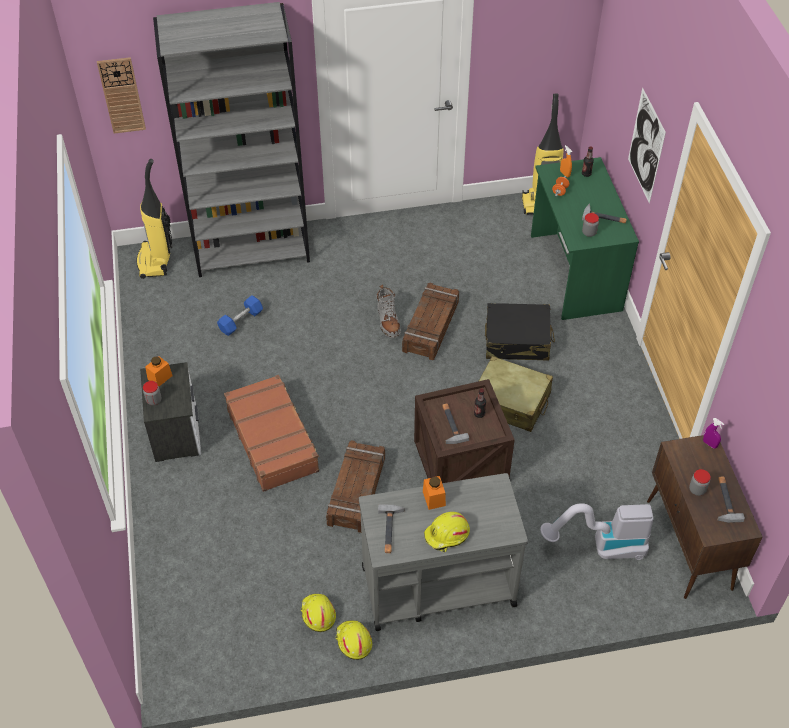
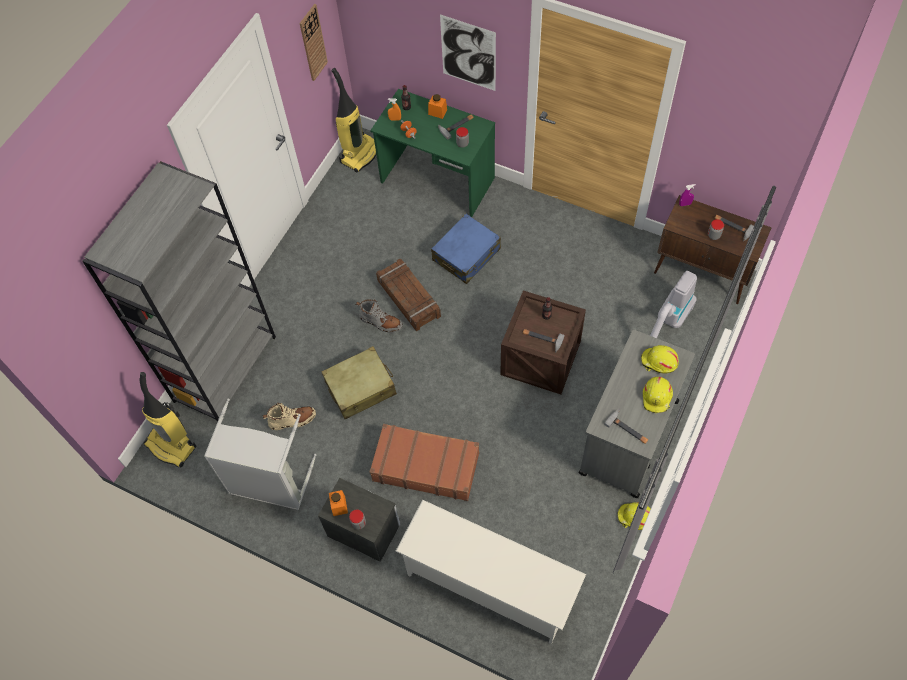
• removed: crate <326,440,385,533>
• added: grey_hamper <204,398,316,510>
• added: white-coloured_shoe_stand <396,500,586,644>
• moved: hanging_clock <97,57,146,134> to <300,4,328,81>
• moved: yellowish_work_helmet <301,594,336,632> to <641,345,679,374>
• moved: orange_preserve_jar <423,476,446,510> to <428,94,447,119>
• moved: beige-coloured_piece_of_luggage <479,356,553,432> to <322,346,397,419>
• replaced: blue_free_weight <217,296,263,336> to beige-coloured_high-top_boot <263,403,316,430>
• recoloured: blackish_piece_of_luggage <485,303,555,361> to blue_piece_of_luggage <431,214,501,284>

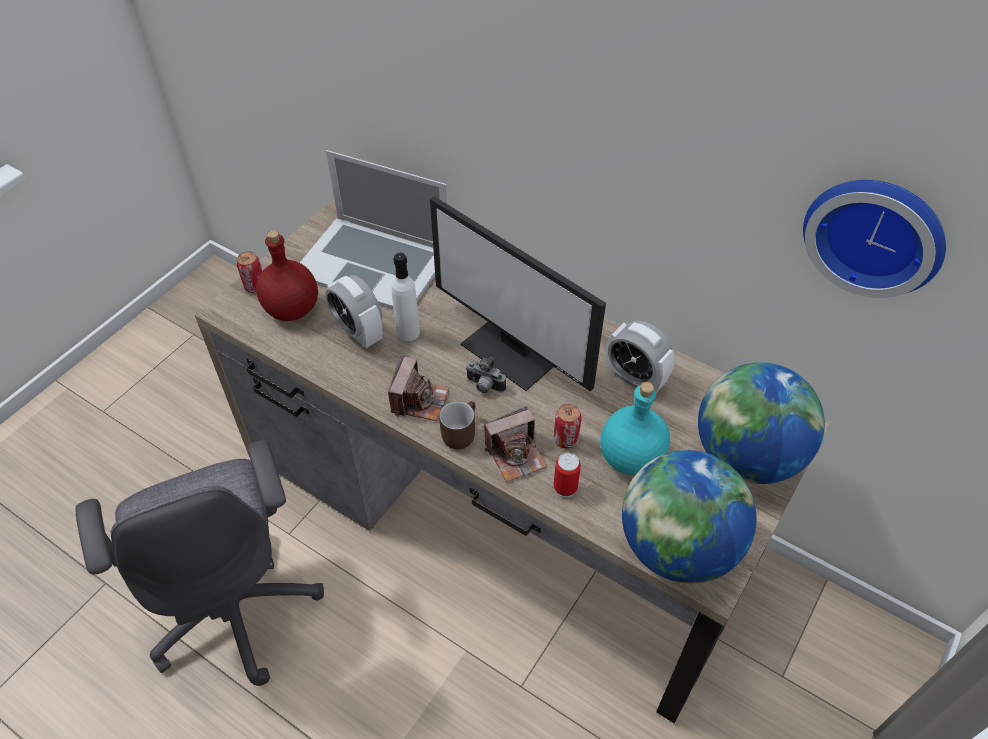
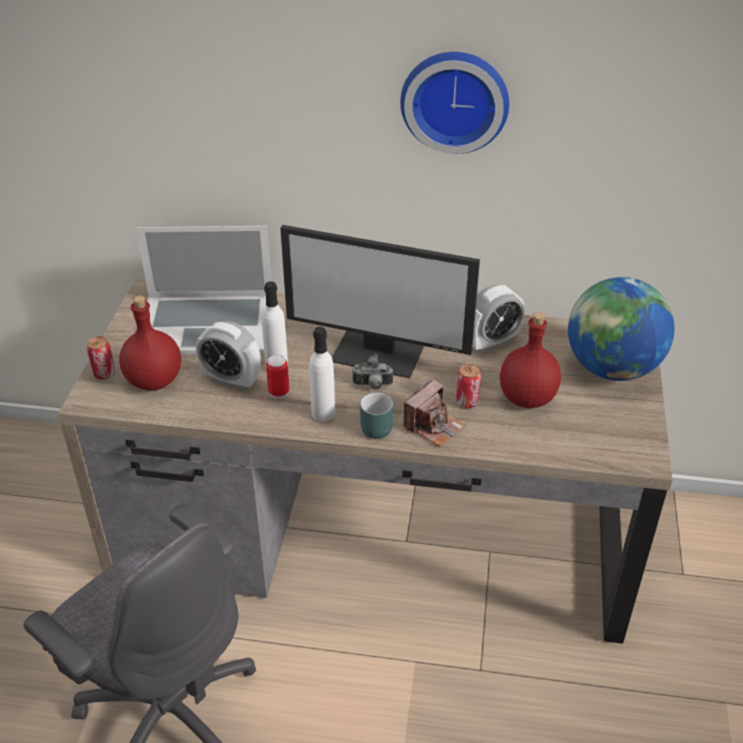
• removed: world_globe <622,450,756,583>
• moved: metal_can <554,453,581,498> to <266,355,289,399>
• moved: hanging_clock <803,180,946,298> to <400,52,509,154>
• replaced: photo_camera <388,356,449,421> to white-coloured_beverage_bottle <309,327,335,422>
• recoloured: brown-coloured_coffee_mug <439,401,476,450> to turquoise-coloured_coffee_mug <360,392,393,439>
• recoloured: turquoise-coloured_beverage_bottle <600,382,670,476> to red_beverage_bottle <500,312,561,408>
• turned: alarm_clock <606,321,675,393> = <473,285,525,353> 45 degrees counterclockwise

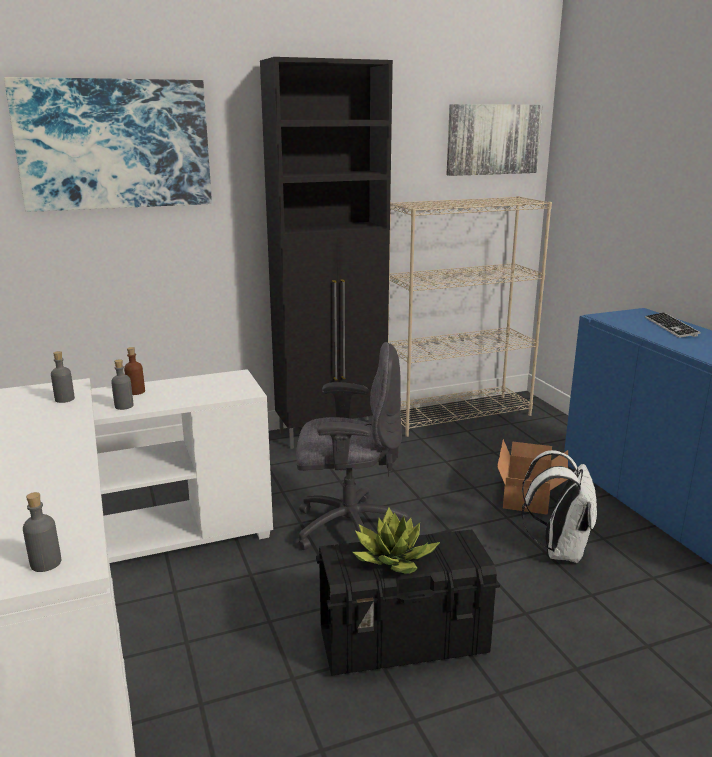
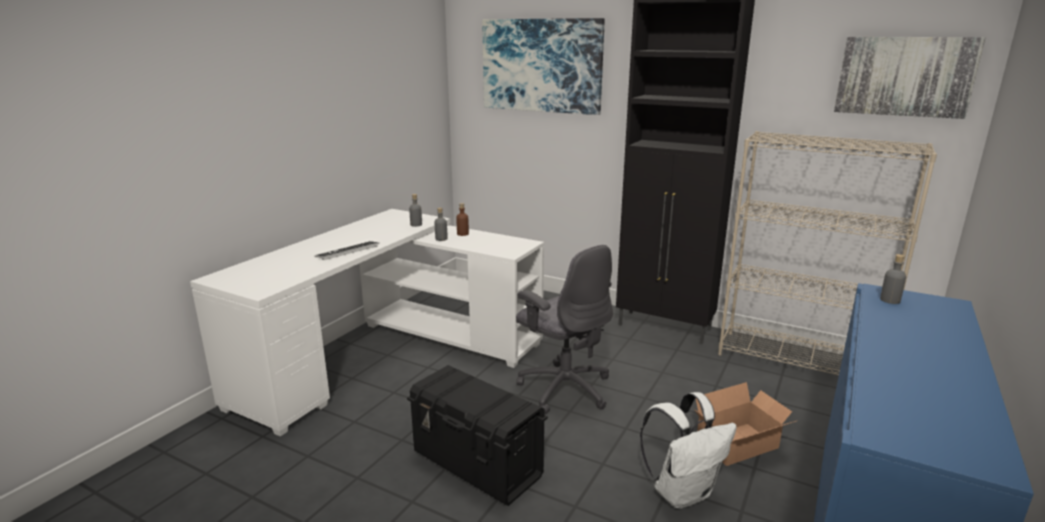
• removed: potted_plant <352,508,440,574>
• moved: grey_beverage_bottle <23,492,61,572> to <880,254,906,304>
• moved: keyboard <645,312,700,338> to <315,241,379,260>

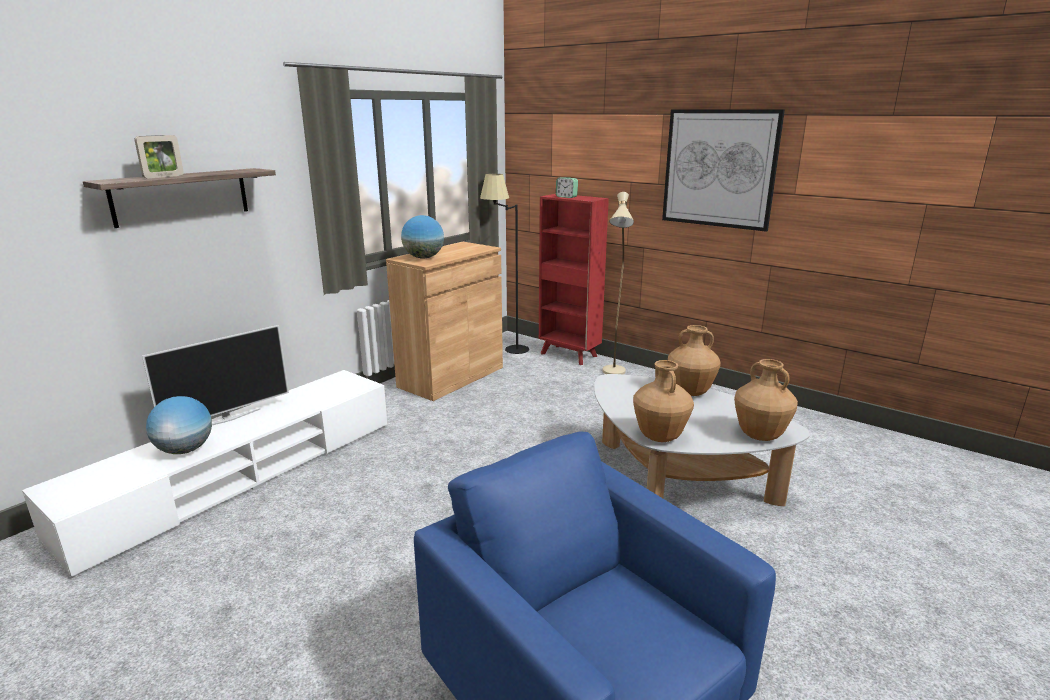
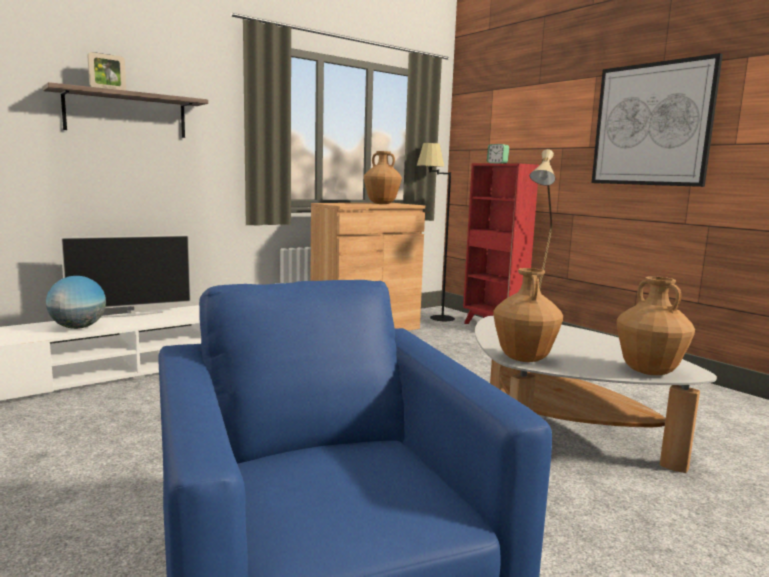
• removed: world_globe <401,215,444,259>
• moved: brown-coloured_decorative_vase <668,325,721,396> to <364,151,402,204>

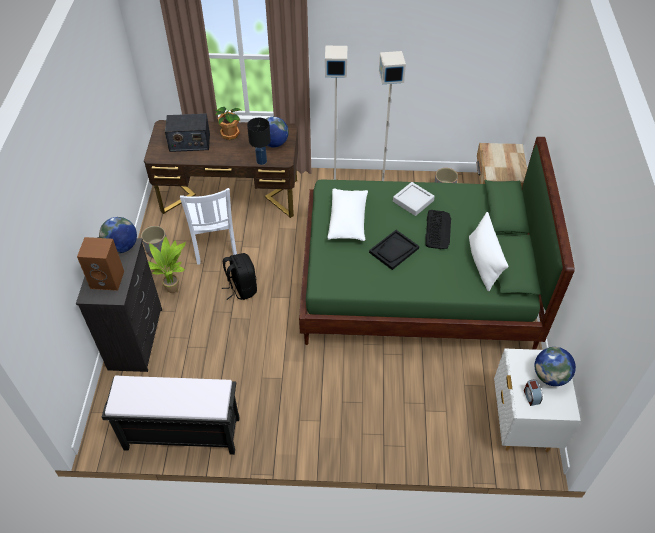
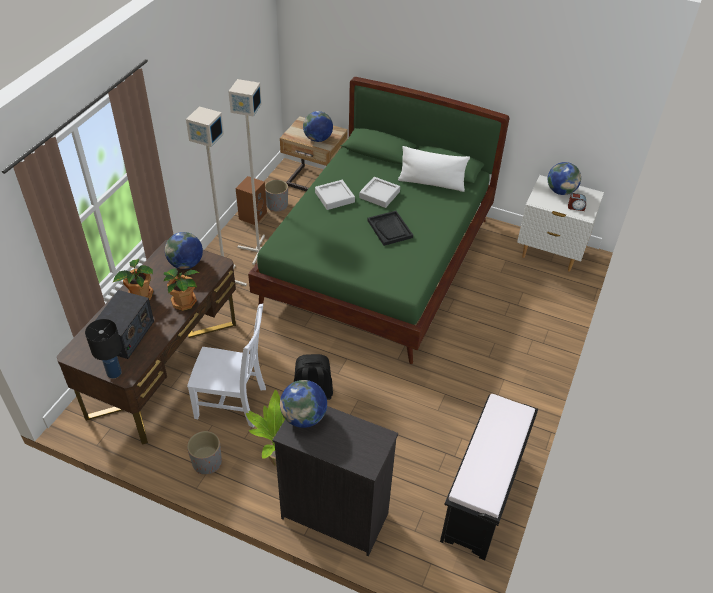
• removed: white-coloured_cushion <328,189,368,241>
• added: potted_plant <164,268,199,311>
• added: world_globe <303,111,333,142>
• moved: brown-coloured_speaker <77,237,124,291> to <236,176,267,225>
• moved: blackish_tabletop_lamp <247,118,271,165> to <85,319,122,379>
• replaced: keyboard <425,210,451,249> to grey_tray <359,177,400,208>

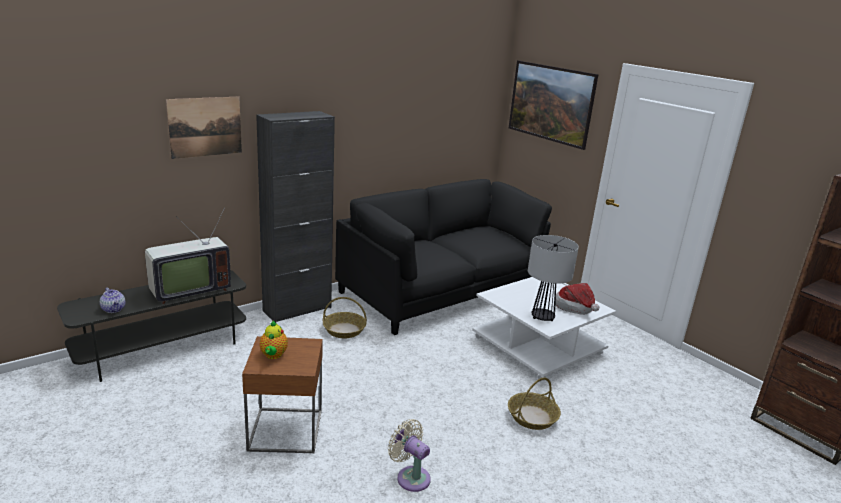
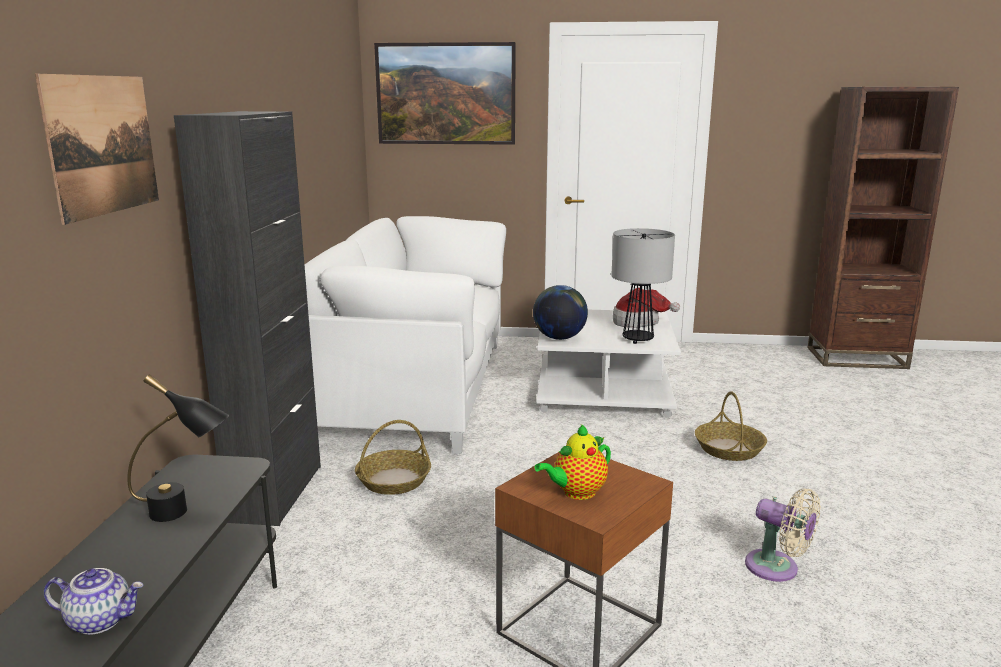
• added: world_globe <533,285,588,340>
• replaced: TV <145,207,231,304> to blackish_tabletop_lamp <127,374,229,522>
• recoloured: blackish_sofa <335,179,552,335> to white-coloured_sofa <305,216,506,454>
• turned: tea_pot <260,321,288,359> = <534,424,611,500> 105 degrees clockwise
• turned: beige-coloured_fan <388,419,431,492> = <745,488,821,582> 135 degrees counterclockwise

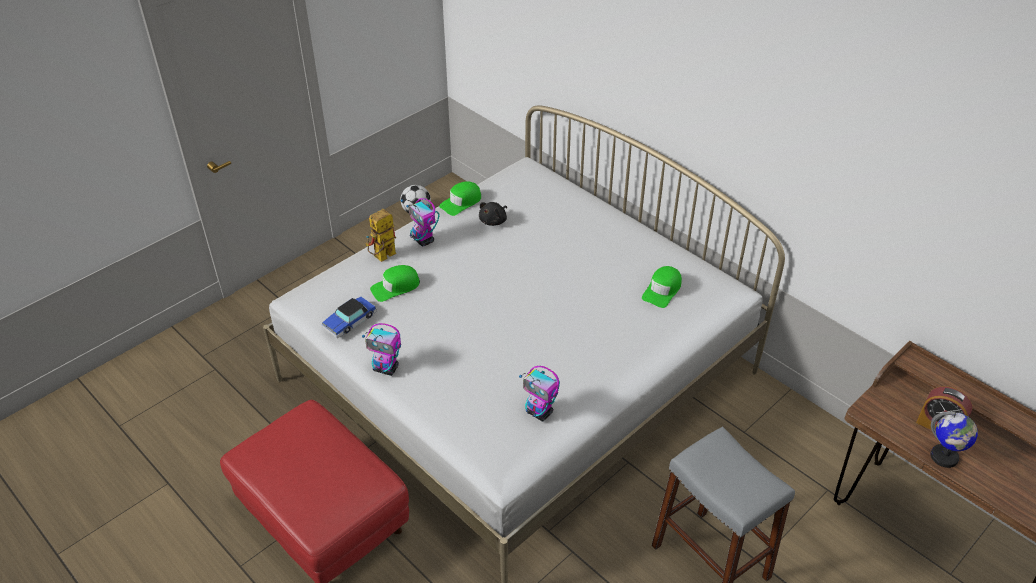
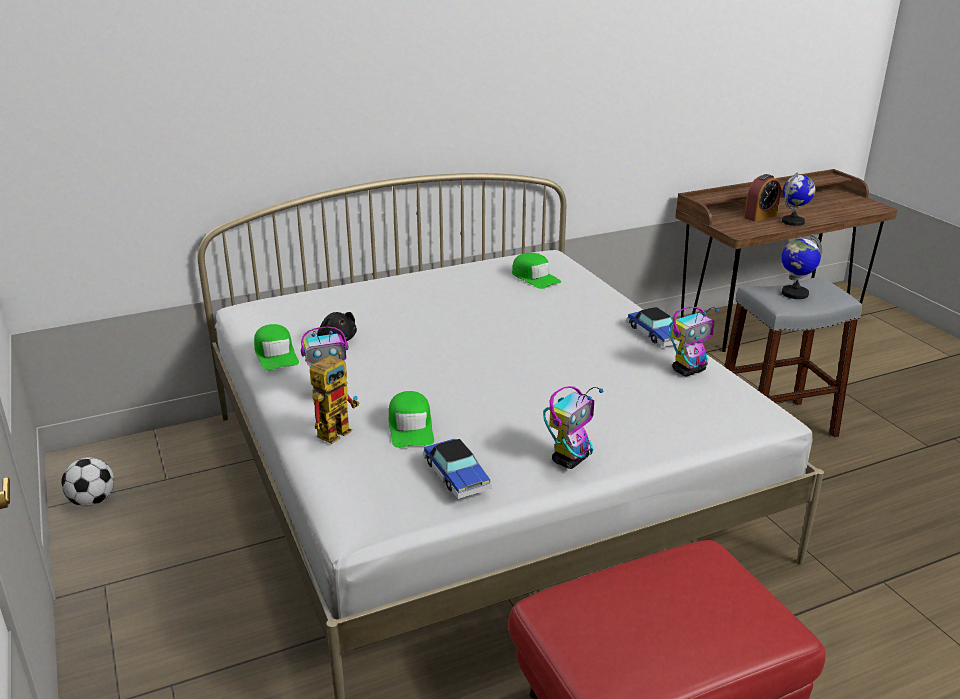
• added: miniature_car <627,307,680,347>
• added: world_globe <782,234,822,299>
• turned: robot_figure <365,209,396,262> = <310,351,360,444> 120 degrees counterclockwise

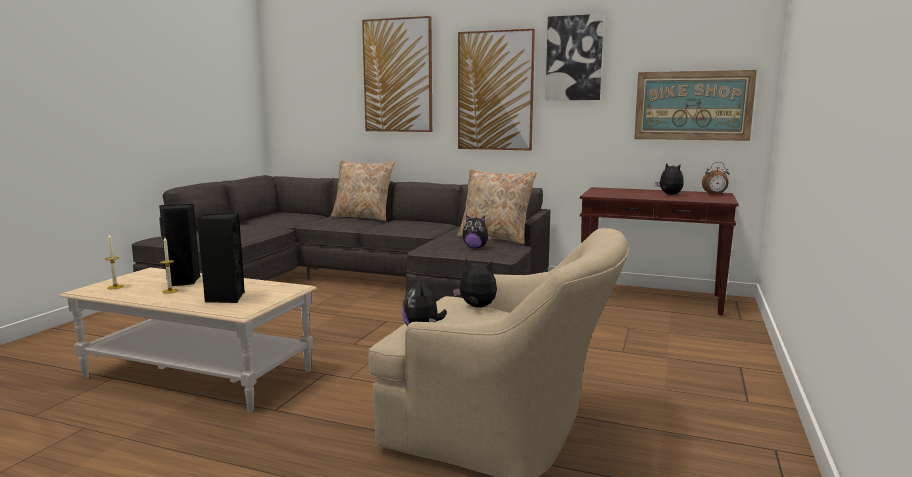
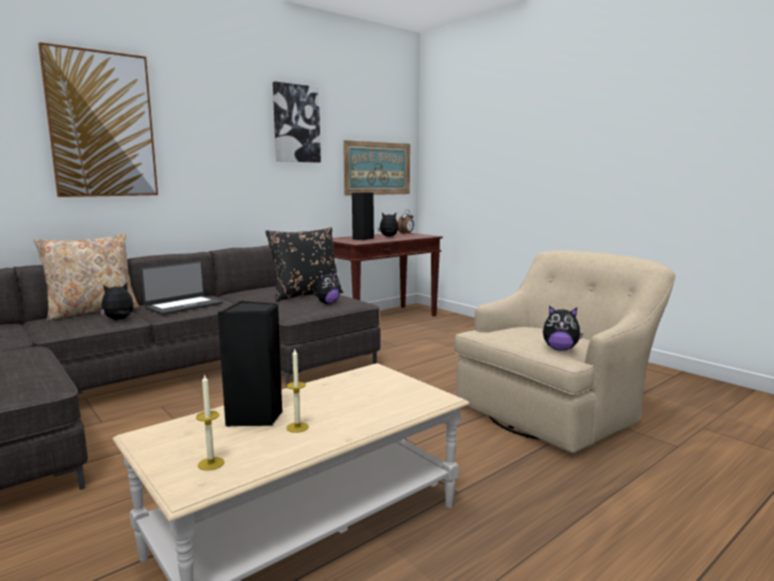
• removed: picture <458,29,535,151>
• added: portable_computer <141,261,223,315>
• moved: blackish_speaker <197,213,245,303> to <352,192,374,240>
• moved: cuddly_toy <453,258,497,307> to <100,283,133,320>
• recoloured: beige-coloured_cushion <457,169,537,244> to blackish_cushion <265,227,343,301>

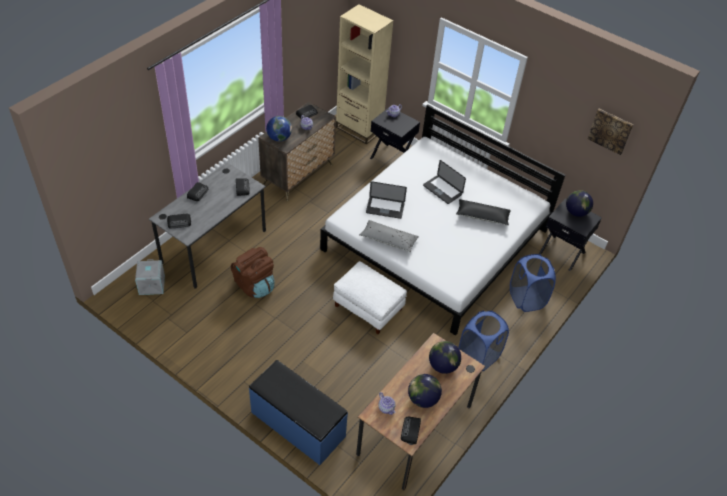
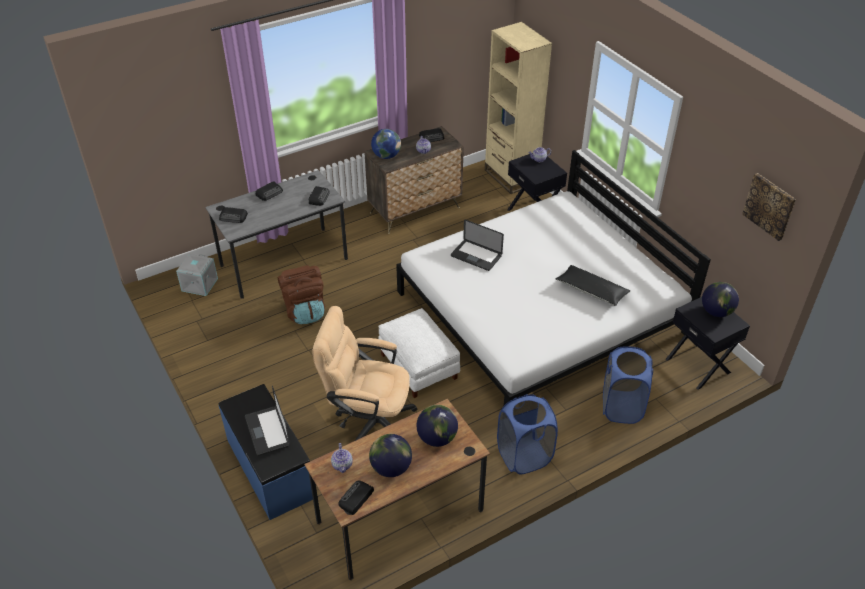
• removed: grey_cushion <359,220,419,252>
• added: beige-coloured_desk_chair <312,306,417,441>
• moved: portable_computer <423,160,466,204> to <245,386,290,456>

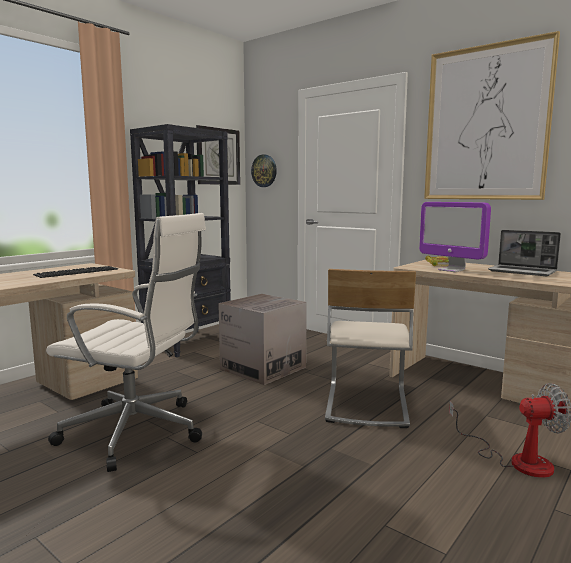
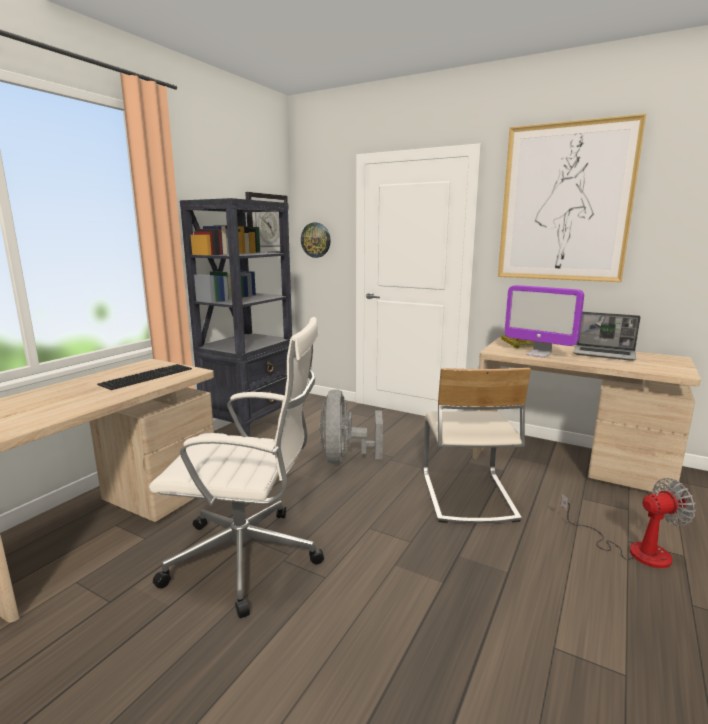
• replaced: carton <218,294,307,385> to grey_fan <319,389,383,464>

